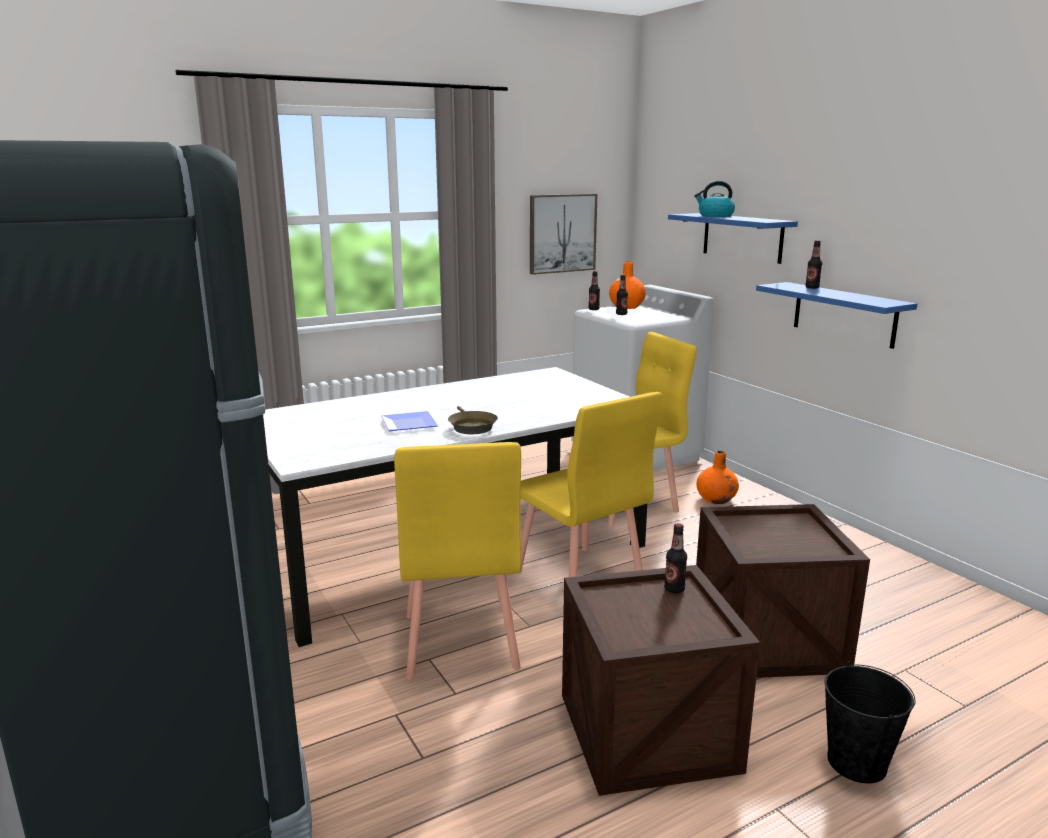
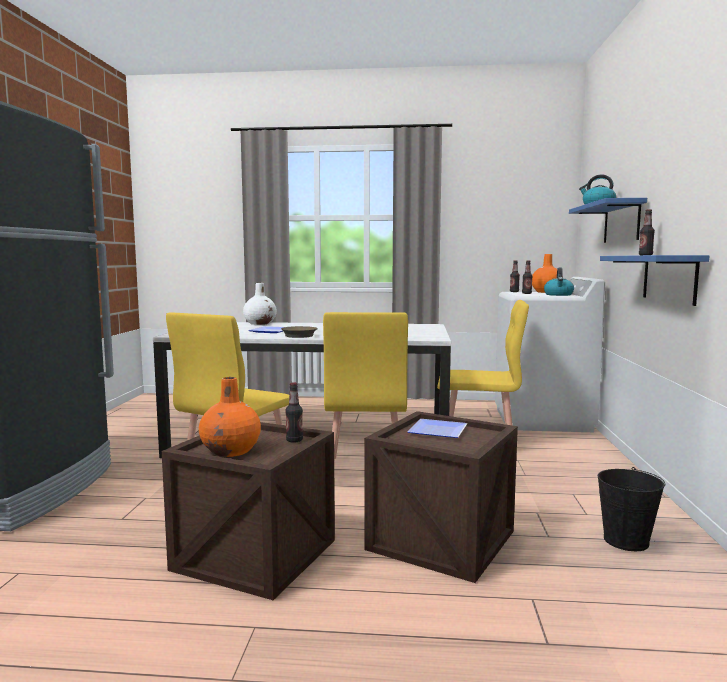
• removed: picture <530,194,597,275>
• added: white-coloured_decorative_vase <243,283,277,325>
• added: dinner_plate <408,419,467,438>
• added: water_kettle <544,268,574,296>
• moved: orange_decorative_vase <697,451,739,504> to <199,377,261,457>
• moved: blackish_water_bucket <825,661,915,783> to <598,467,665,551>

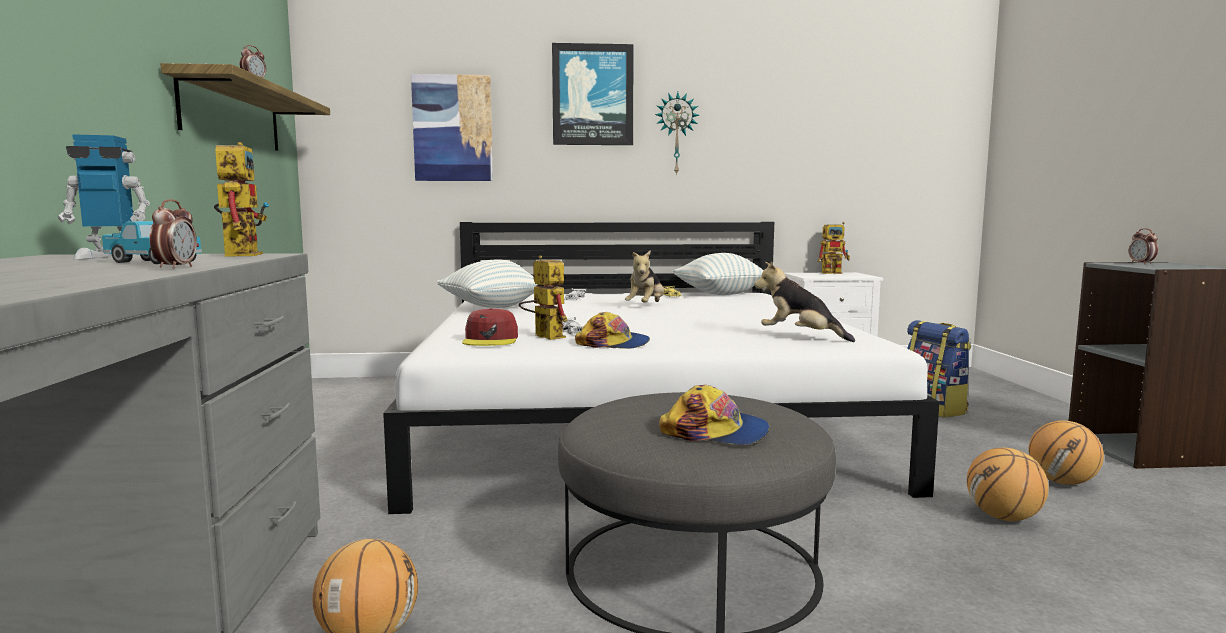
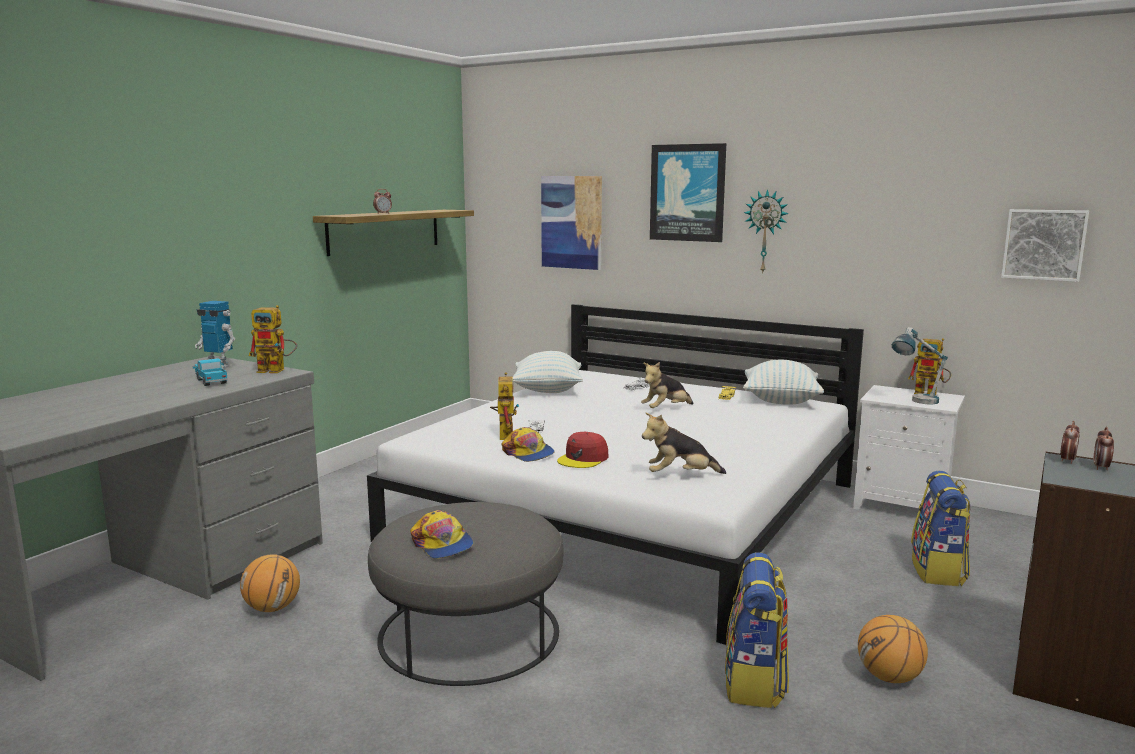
• added: tabletop_lamp <892,327,948,404>
• added: picture <1001,209,1089,282>
• moved: alarm_clock <150,199,197,269> to <1060,421,1080,464>
• moved: red_cap <462,308,518,346> to <557,432,608,468>
• replaced: ball_for_basketball <967,448,1049,521> to knapsack <725,552,789,708>
• turned: robot_figure <214,142,269,257> = <249,305,297,373> 75 degrees clockwise
• turned: cuddly_toy <754,261,855,342> = <642,412,726,474> 75 degrees counterclockwise

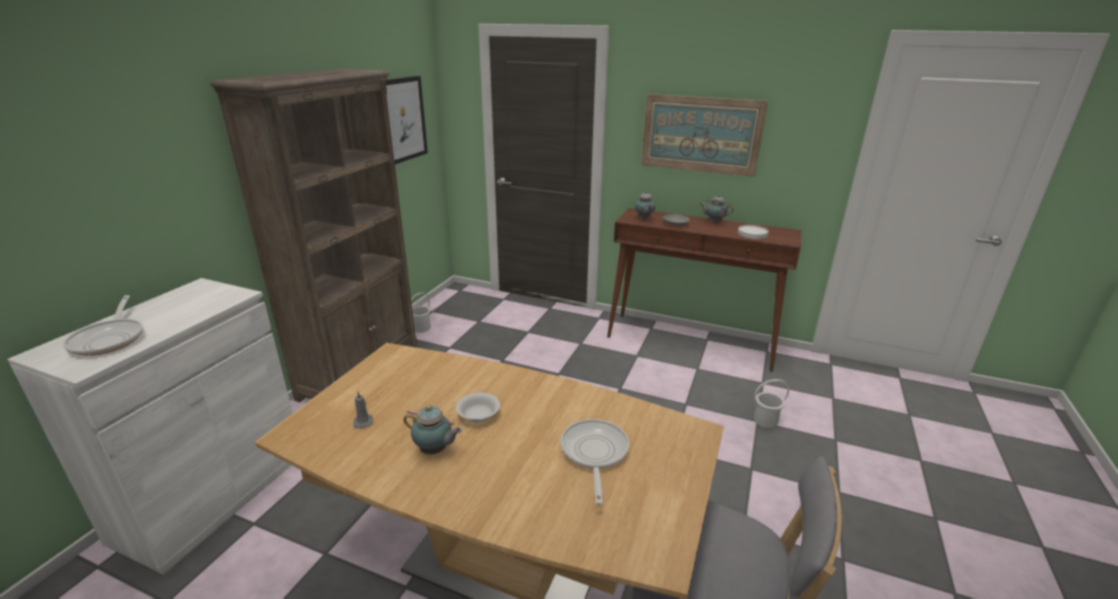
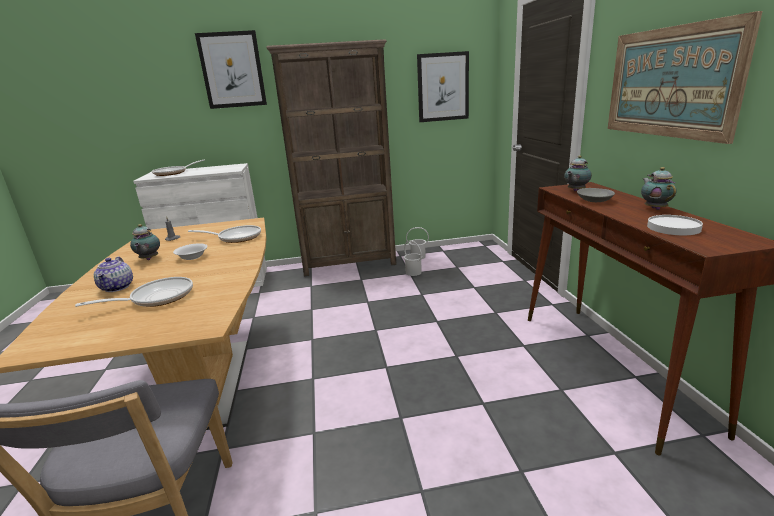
• added: tea_pot <94,257,133,292>
• added: skillet <188,225,261,243>
• added: picture <195,30,267,109>
• moved: white-coloured_water_bucket <754,379,789,428> to <404,240,422,276>

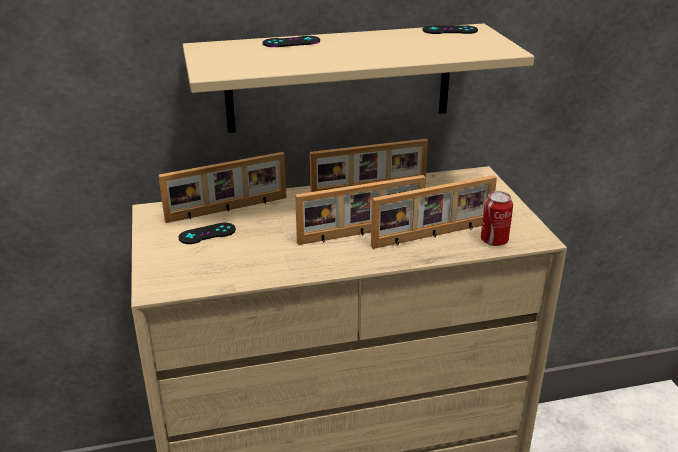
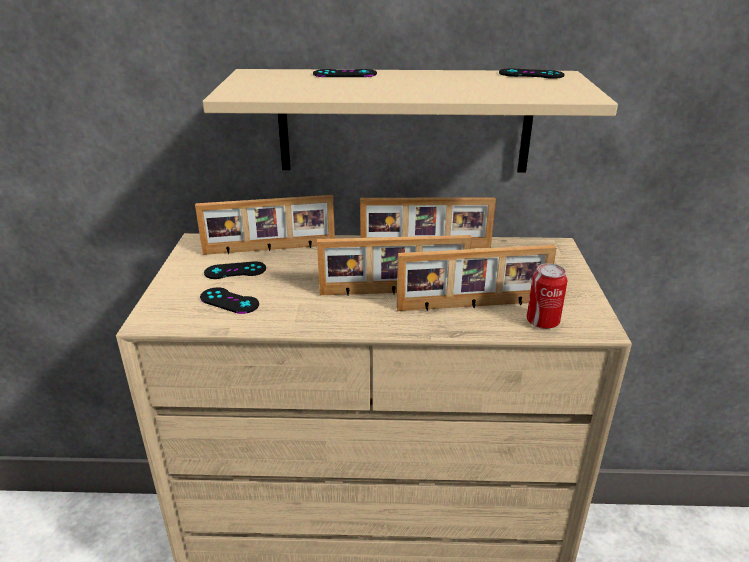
• added: blackish_joypad <200,287,259,314>

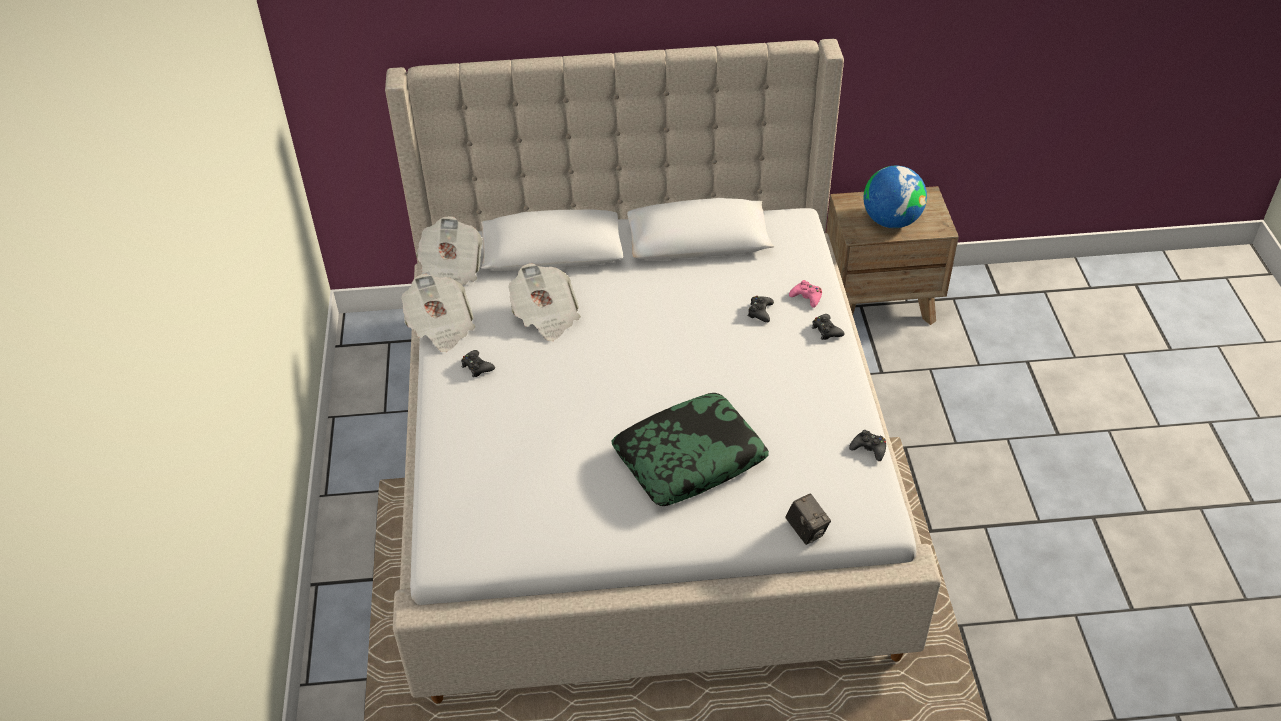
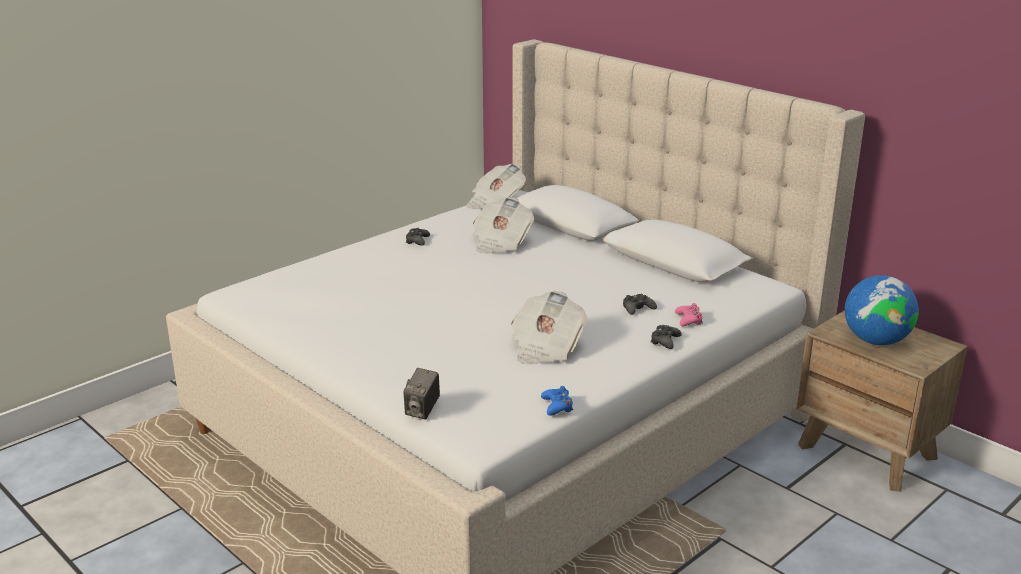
• removed: cushion <611,393,769,506>
• moved: newspaper <401,274,475,352> to <511,291,587,365>
• recoloured: blackish_joypad <849,430,886,461> to blue_joypad <541,386,573,416>

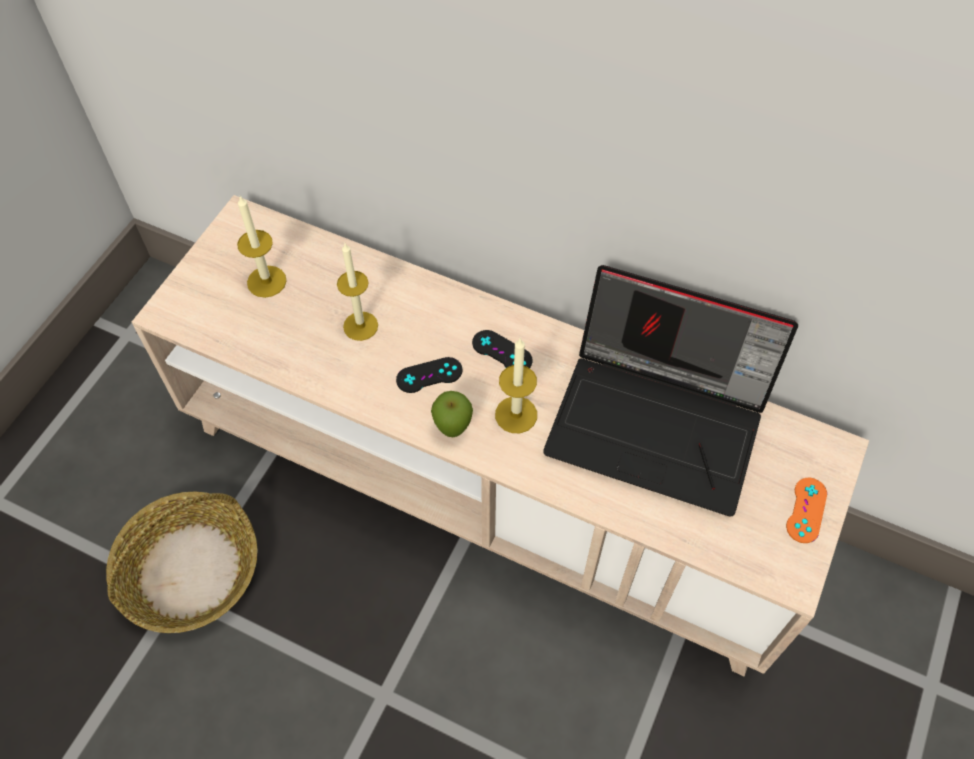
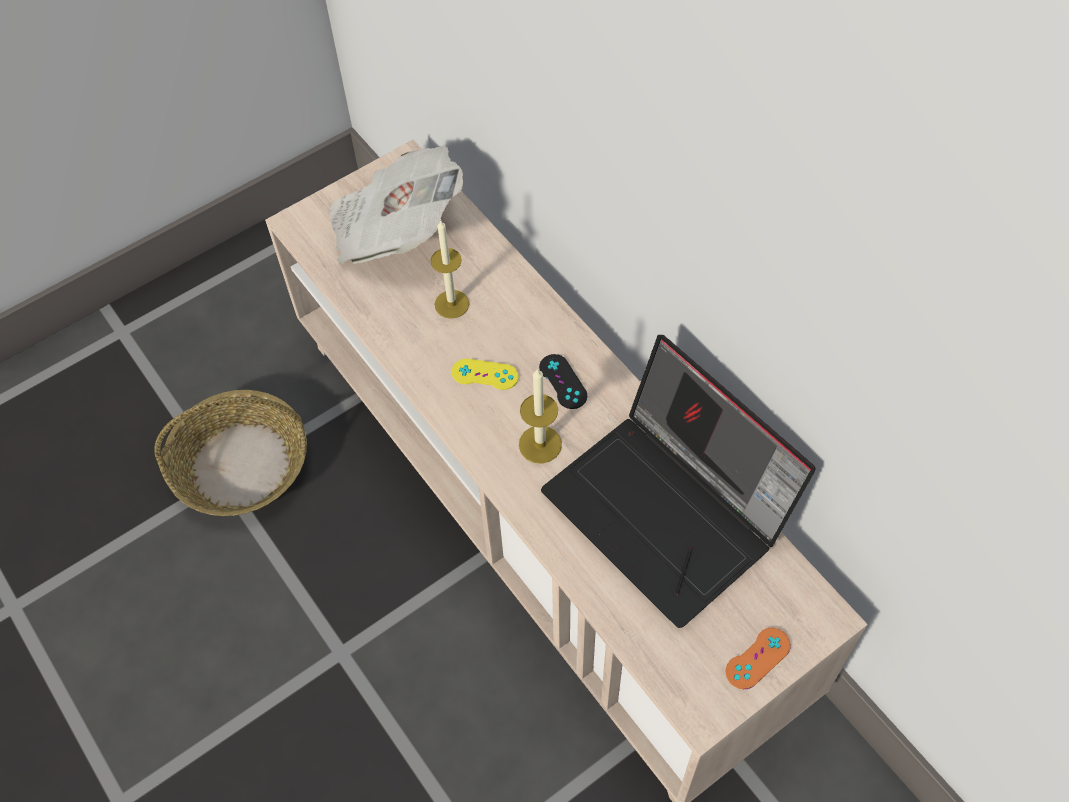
• removed: apple_fruit <431,391,473,437>
• replaced: wax_candle <237,196,287,298> to newspaper <329,146,463,264>
• recoloured: blackish_joypad <396,357,463,393> to yellowish_joypad <452,359,519,390>

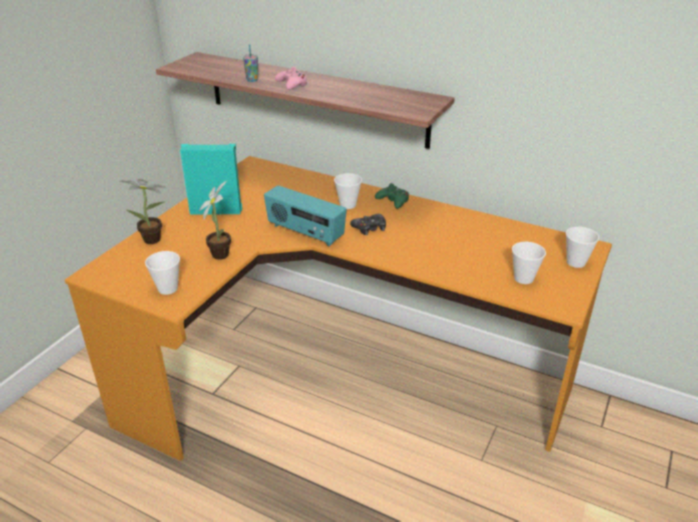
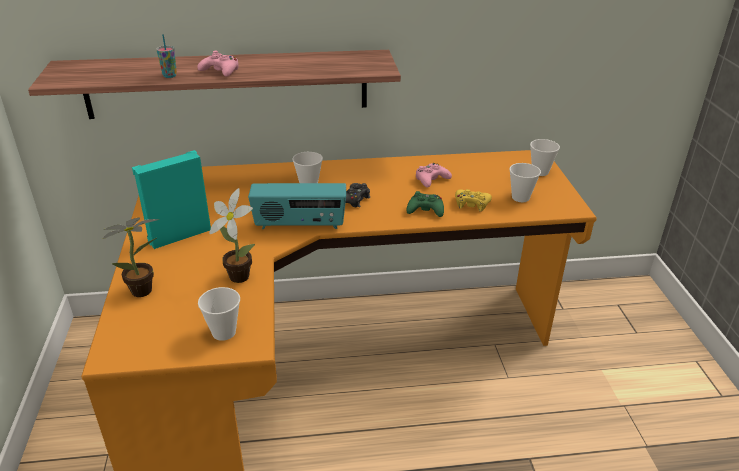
• added: pink-coloured_joypad <416,163,452,188>
• added: yellowish_joypad <455,189,492,211>
• moved: green_joypad <375,183,409,209> to <406,191,444,217>

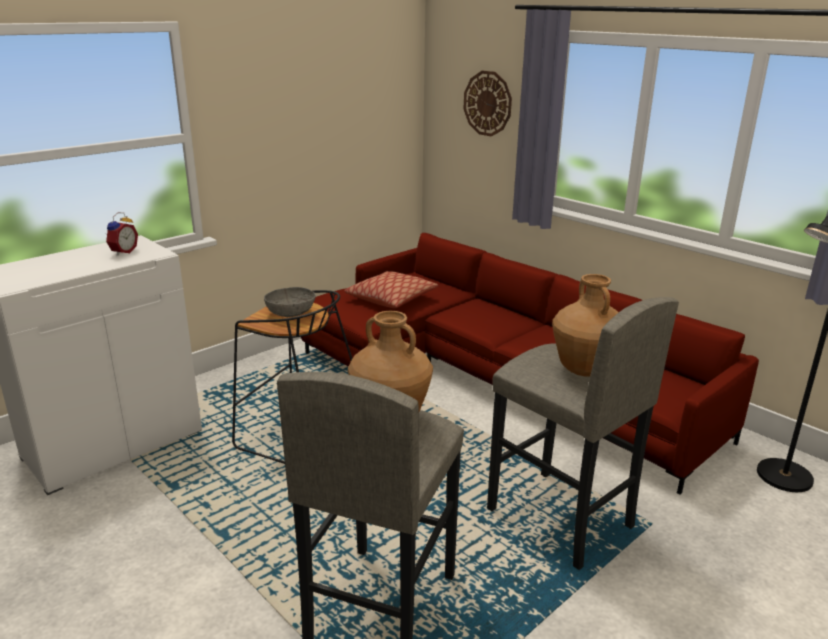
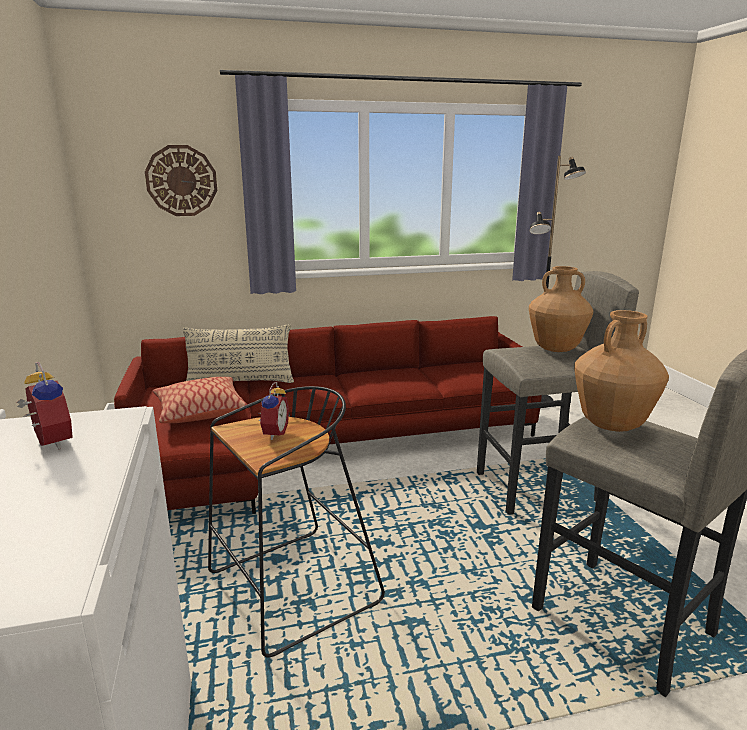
• added: beige-coloured_cushion <183,324,294,383>
• replaced: grey_deep_dish <264,287,316,317> to alarm_clock <259,382,289,440>

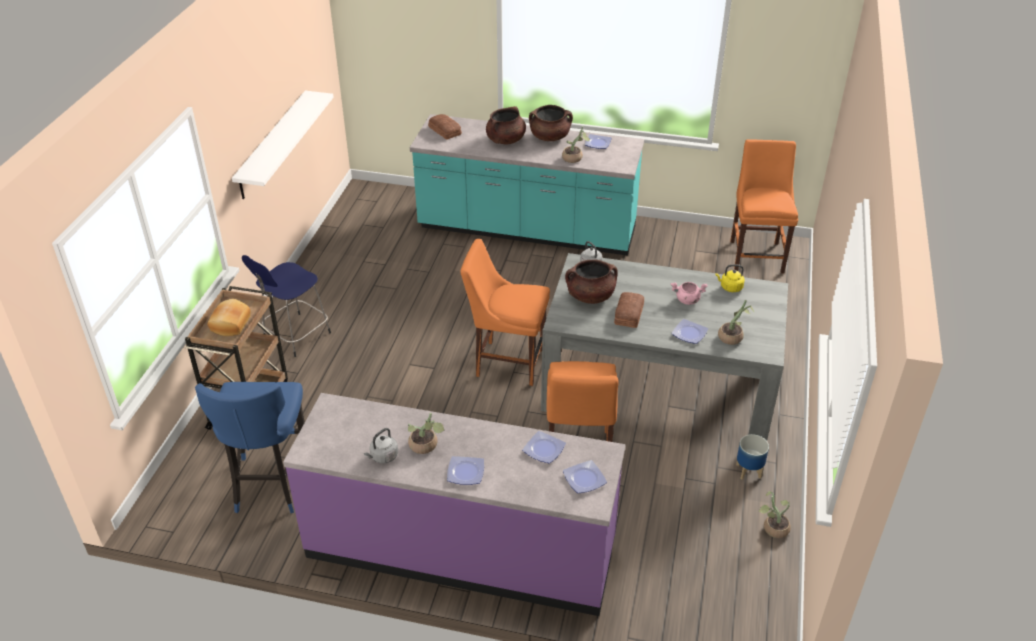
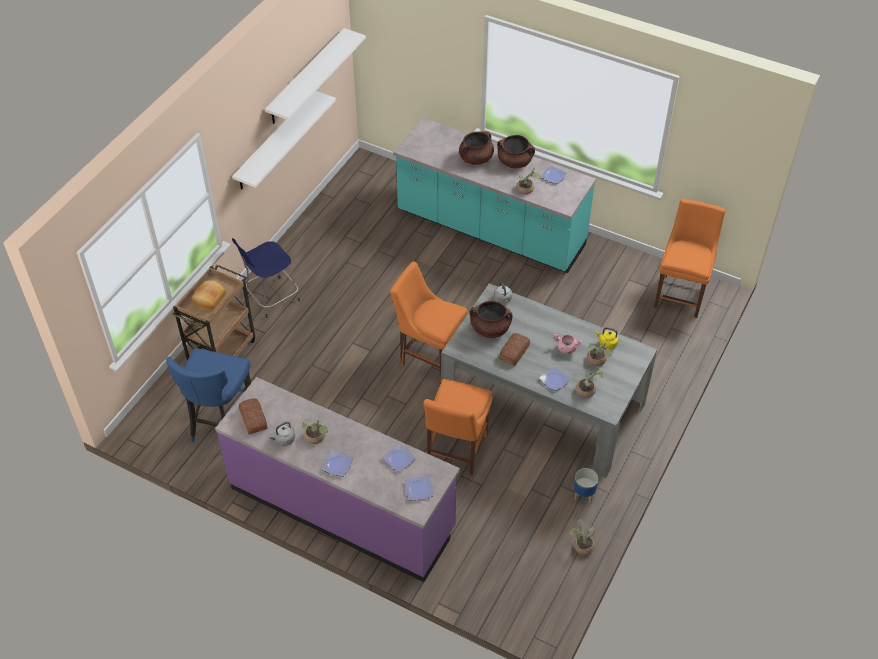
• added: white-coloured_wall_shelf <265,28,366,124>
• added: potted_plant <587,342,612,366>
• moved: bread <428,114,462,140> to <239,398,268,435>

